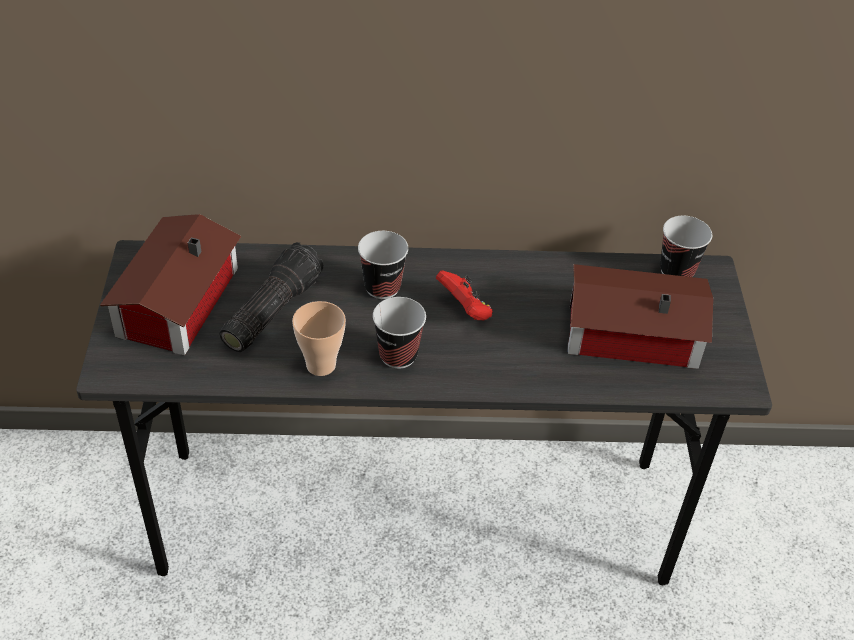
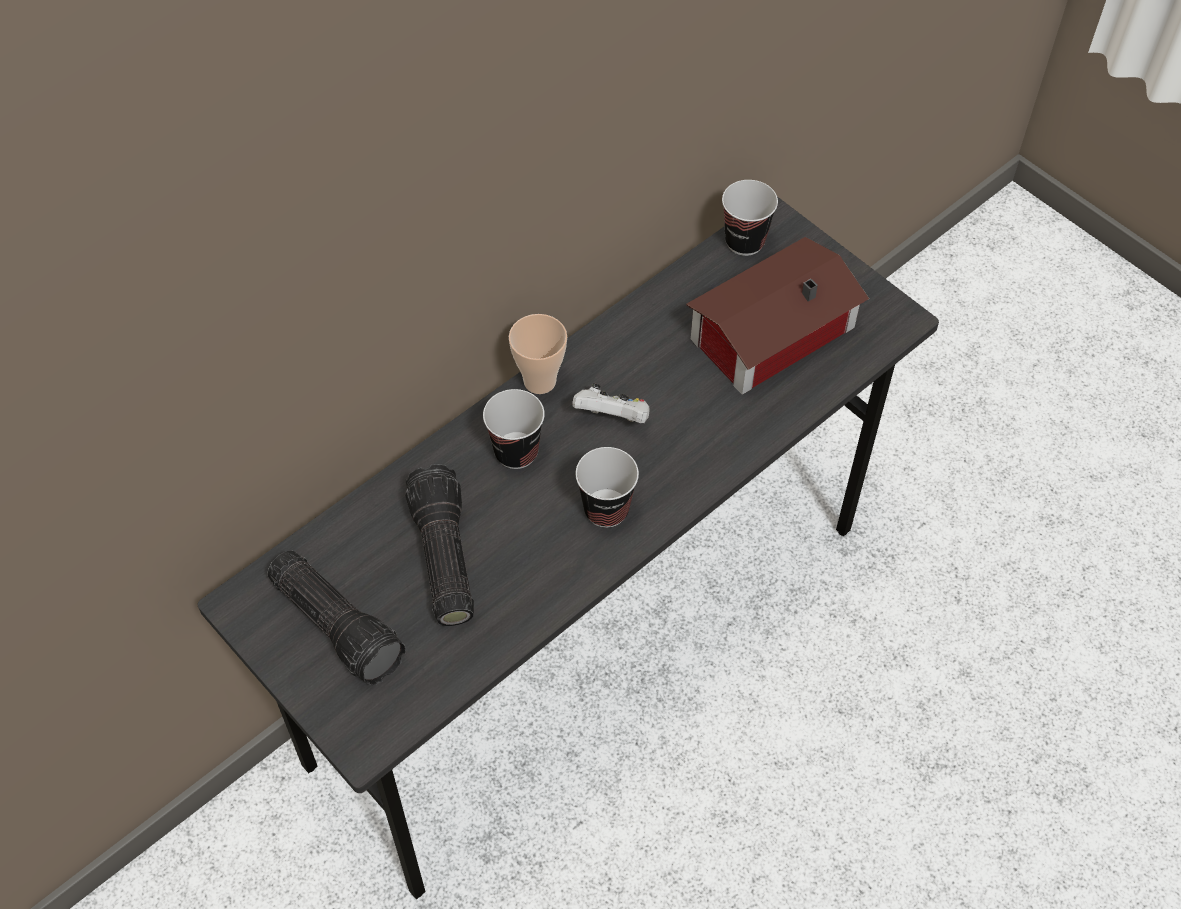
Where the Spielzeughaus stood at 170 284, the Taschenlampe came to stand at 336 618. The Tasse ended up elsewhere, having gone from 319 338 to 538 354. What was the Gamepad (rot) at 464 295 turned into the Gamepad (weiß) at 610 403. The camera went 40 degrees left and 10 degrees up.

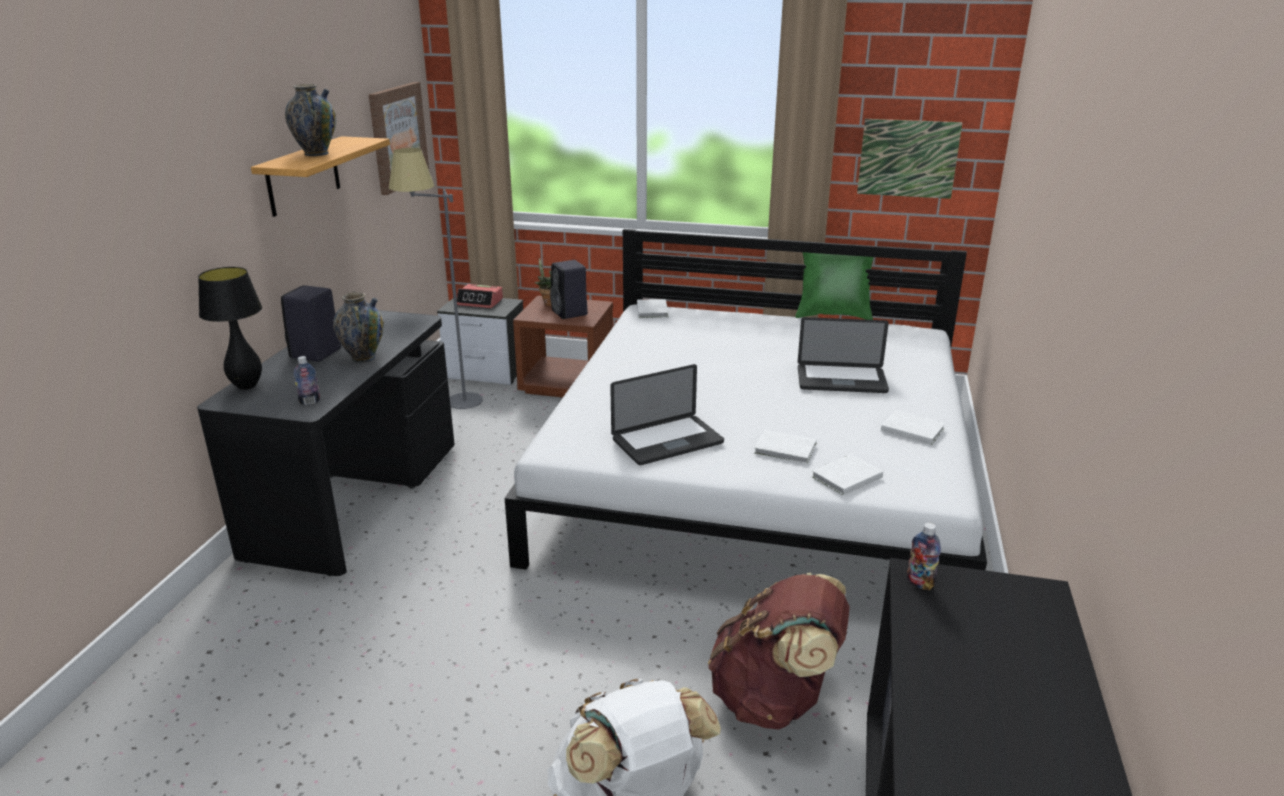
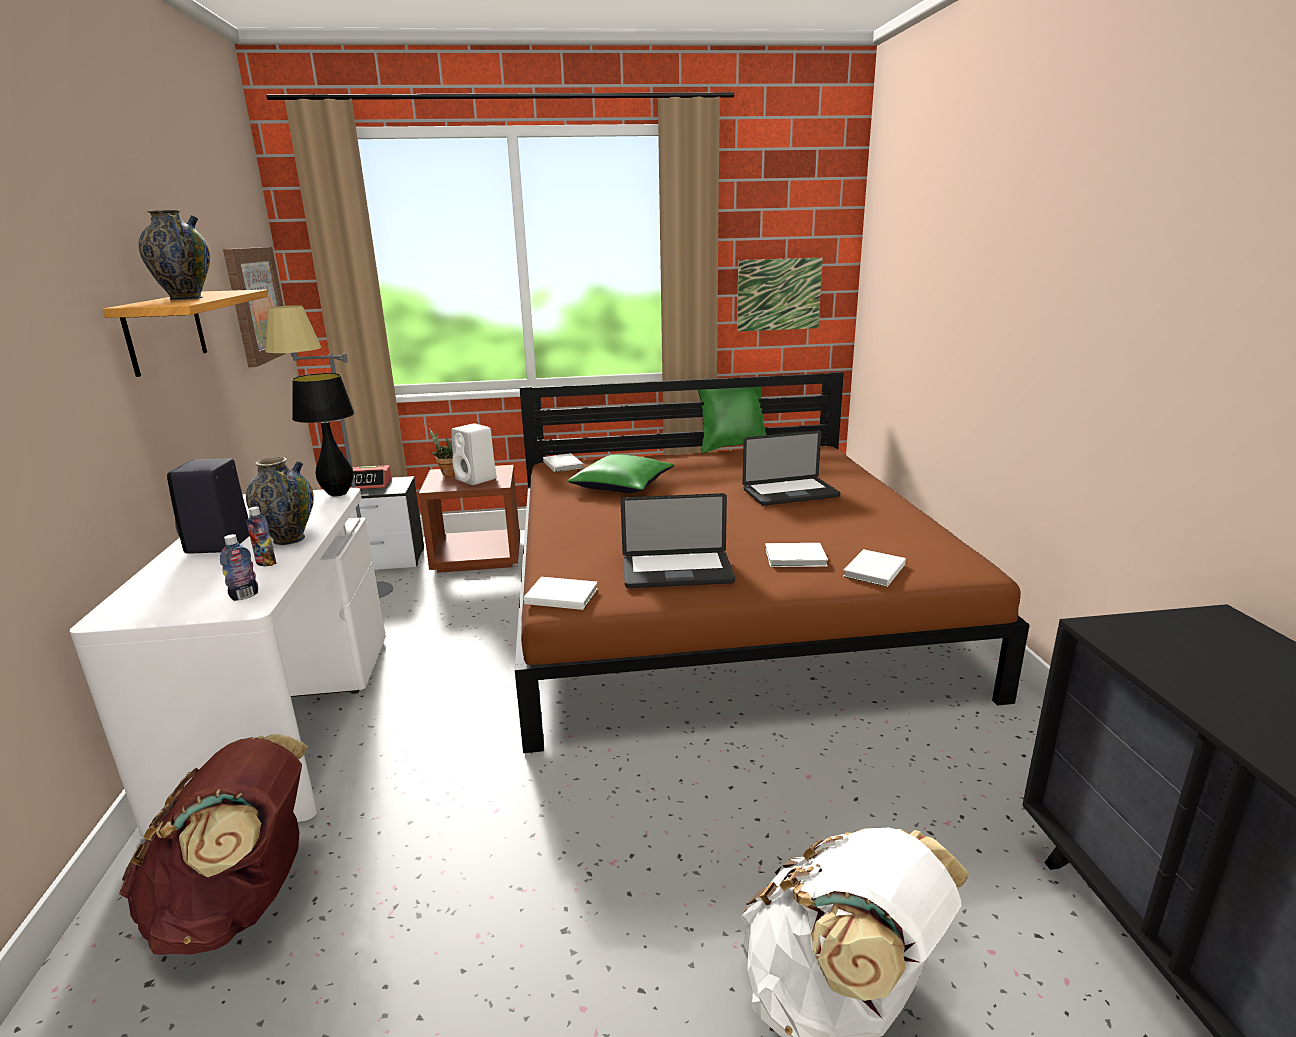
What was the Schreibtisch (schwarz) at 326 443 turned into the Schreibtisch (weiß) at 228 662. The Tischlampe (schwarz) ended up elsewhere, having gone from 230 328 to 323 435. What was the Bett (weiß) at 746 399 turned into the Bett (braun) at 772 562. What was the Lautsprecher (schwarz) at 569 289 turned into the Lautsprecher (weiß) at 473 454. The Laptop at 667 414 ended up facing another way, 45 degrees clockwise from before. The Rucksack (braun) ended up elsewhere, having gone from 779 651 to 213 844. The Buch (weiß) ended up elsewhere, having gone from 913 427 to 561 593. The Flasche ended up elsewhere, having gone from 924 556 to 261 536. The second view gained the Kissen (grün) at 621 473. The camera went 20 degrees left and 5 degrees down.

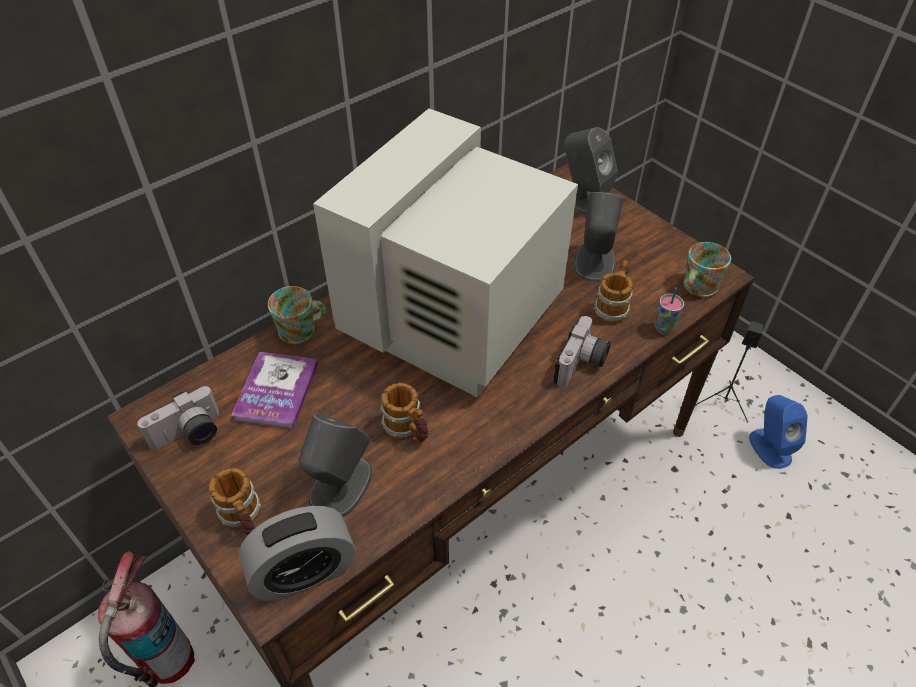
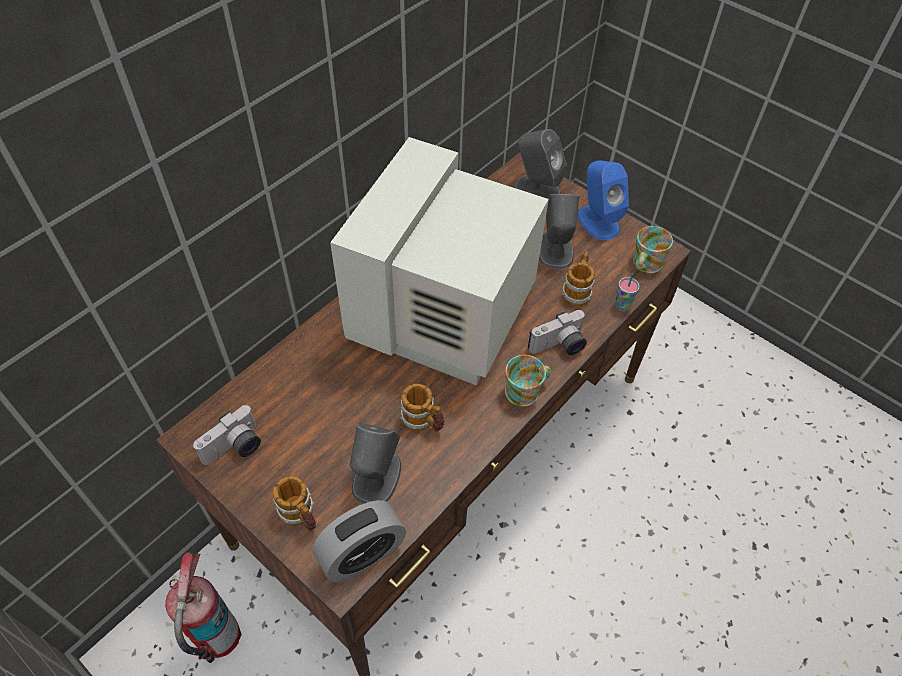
The second view lost the Buch at 274 391. The Henkelbecher ended up elsewhere, having gone from 297 315 to 528 381. The Kamera at 582 351 ended up facing another way, 45 degrees clockwise from before. The second view lost the Lautsprecher (schwarz) at 729 371. The Lautsprecher (blau) ended up elsewhere, having gone from 778 432 to 603 200. The camera went 10 degrees left and 5 degrees up.

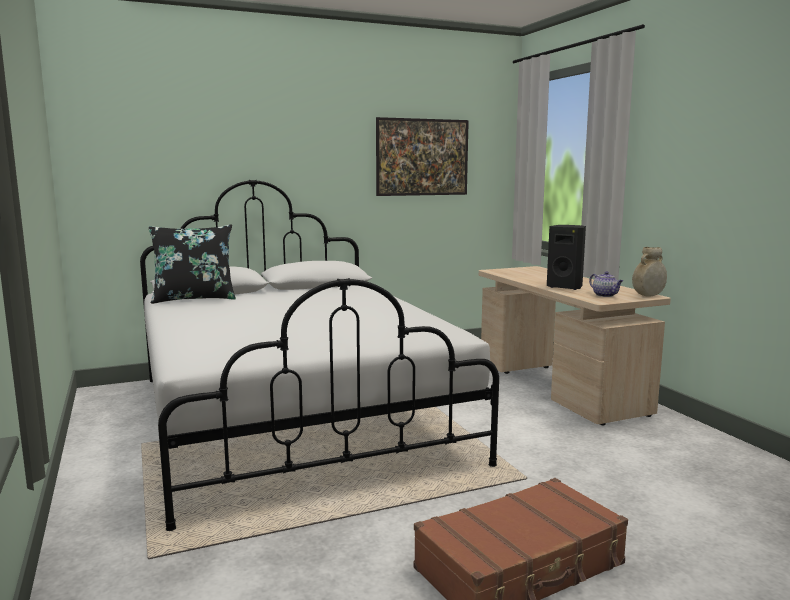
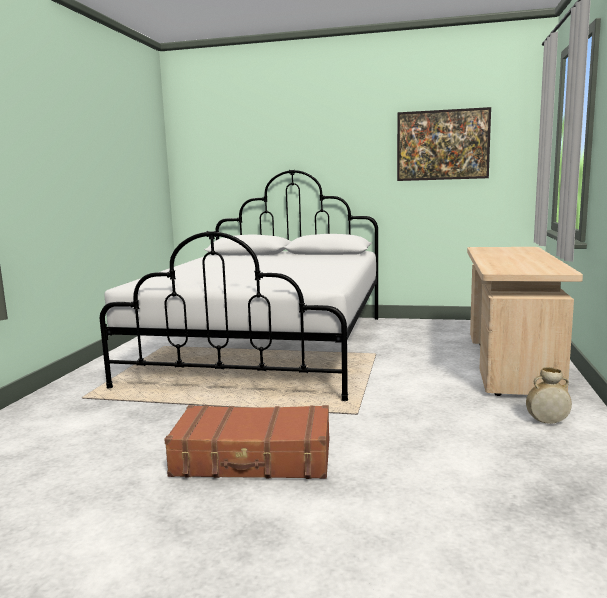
The second view lost the Kissen (schwarz) at 192 264. The second view lost the Lautsprecher (schwarz) at 566 257. The second view lost the Teekanne at 606 284. The Vase (beige) ended up elsewhere, having gone from 649 272 to 549 395. The camera went 35 degrees right and 0 degrees up.

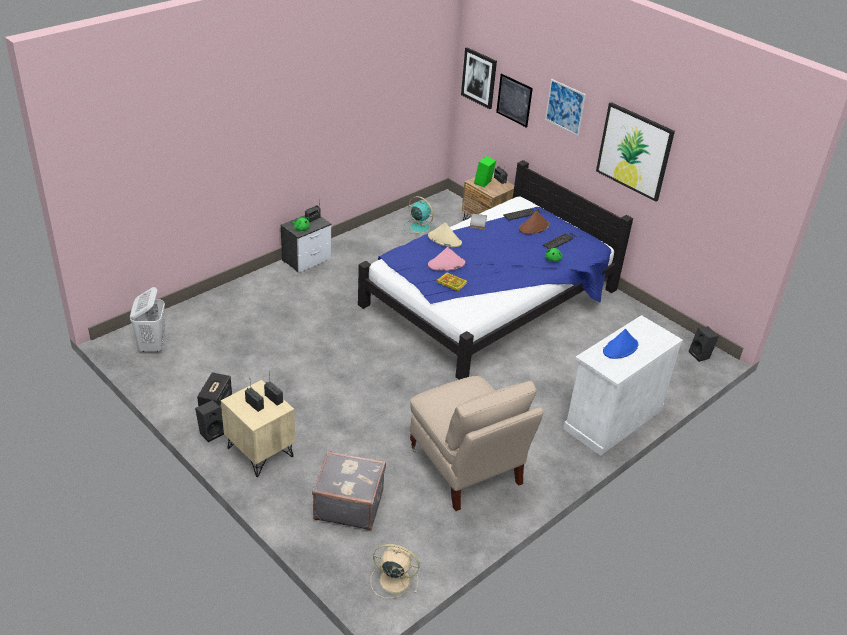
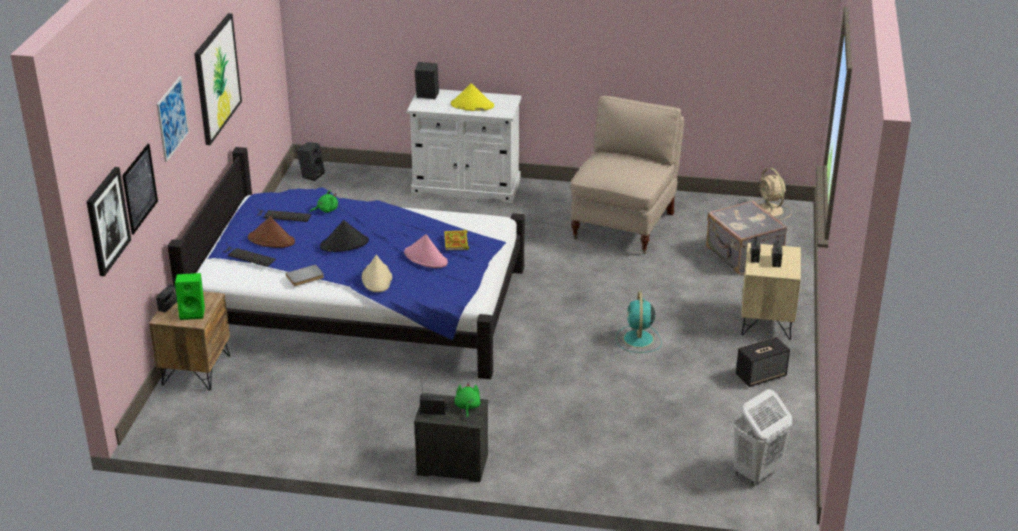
The Lautsprecher (schwarz) ended up elsewhere, having gone from 209 421 to 427 80. The Ventilator (türkis) ended up elsewhere, having gone from 419 215 to 639 322. What was the Hut (blau) at 620 344 turned into the Hut (gelb) at 472 97. The second view gained the Hut (schwarz) at 344 236. The camera went 125 degrees left and 5 degrees down.

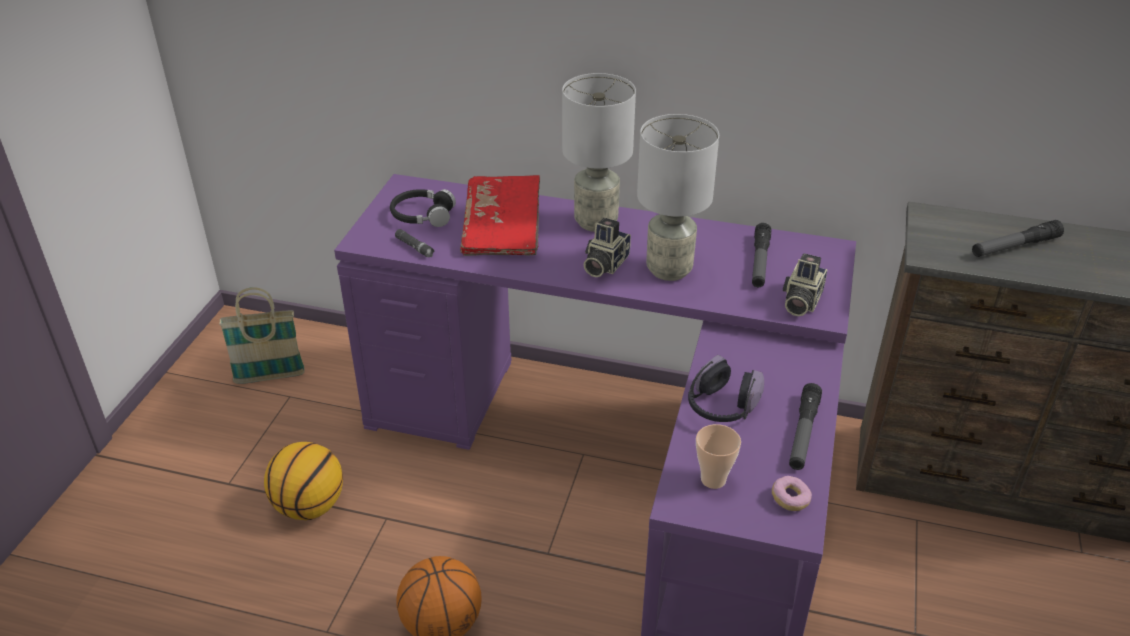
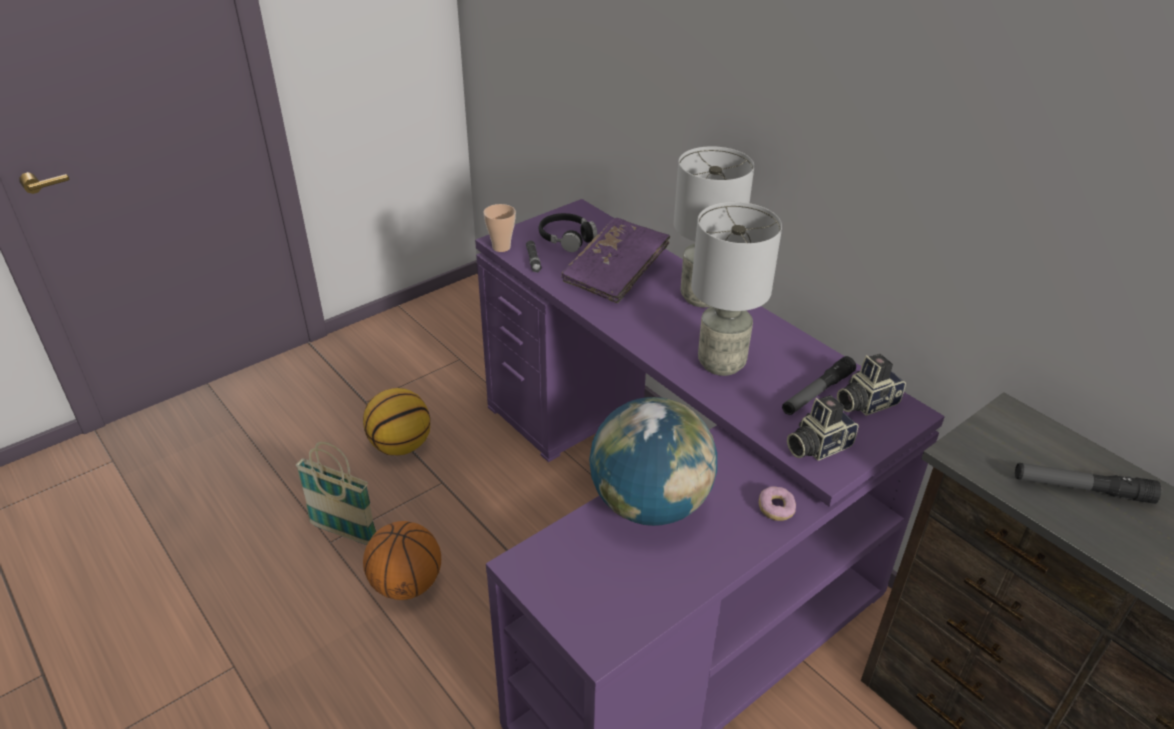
The Korb ended up elsewhere, having gone from 262 335 to 336 493. What was the Buch (rot) at 500 215 turned into the Buch (lila) at 615 260. The Kamera ended up elsewhere, having gone from 607 247 to 871 385. Where the Kopfhörer stood at 726 388, the Globus came to stand at 653 461. The Tasse ended up elsewhere, having gone from 718 456 to 499 228. The Donut ended up elsewhere, having gone from 792 493 to 777 503. The second view lost the Taschenlampe at 805 426. The camera went 35 degrees right and 0 degrees up.

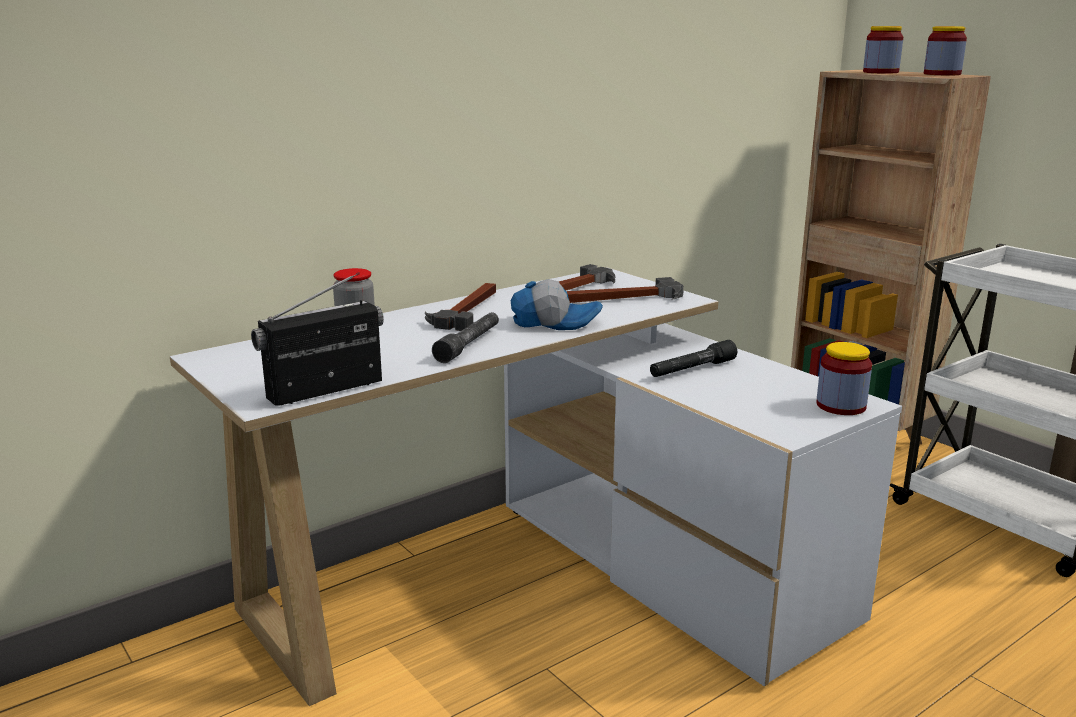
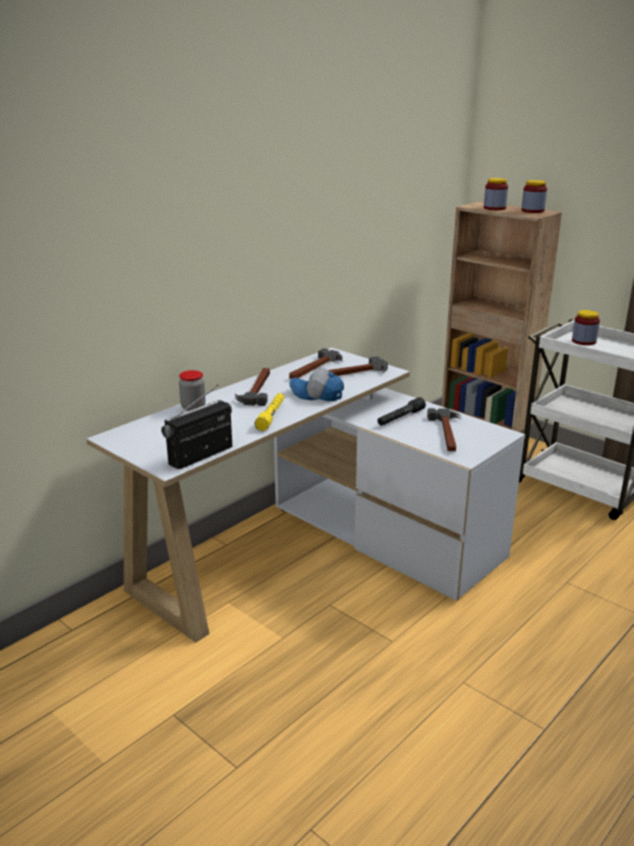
What was the Taschenlampe (grau) at 465 337 turned into the Taschenlampe (gelb) at 269 412. The Kappe at 557 304 ended up facing another way, 150 degrees counterclockwise from before. The Vorratsglas ended up elsewhere, having gone from 844 378 to 586 327. The second view gained the Hammer at 444 429. The camera went 10 degrees left and 5 degrees up.

